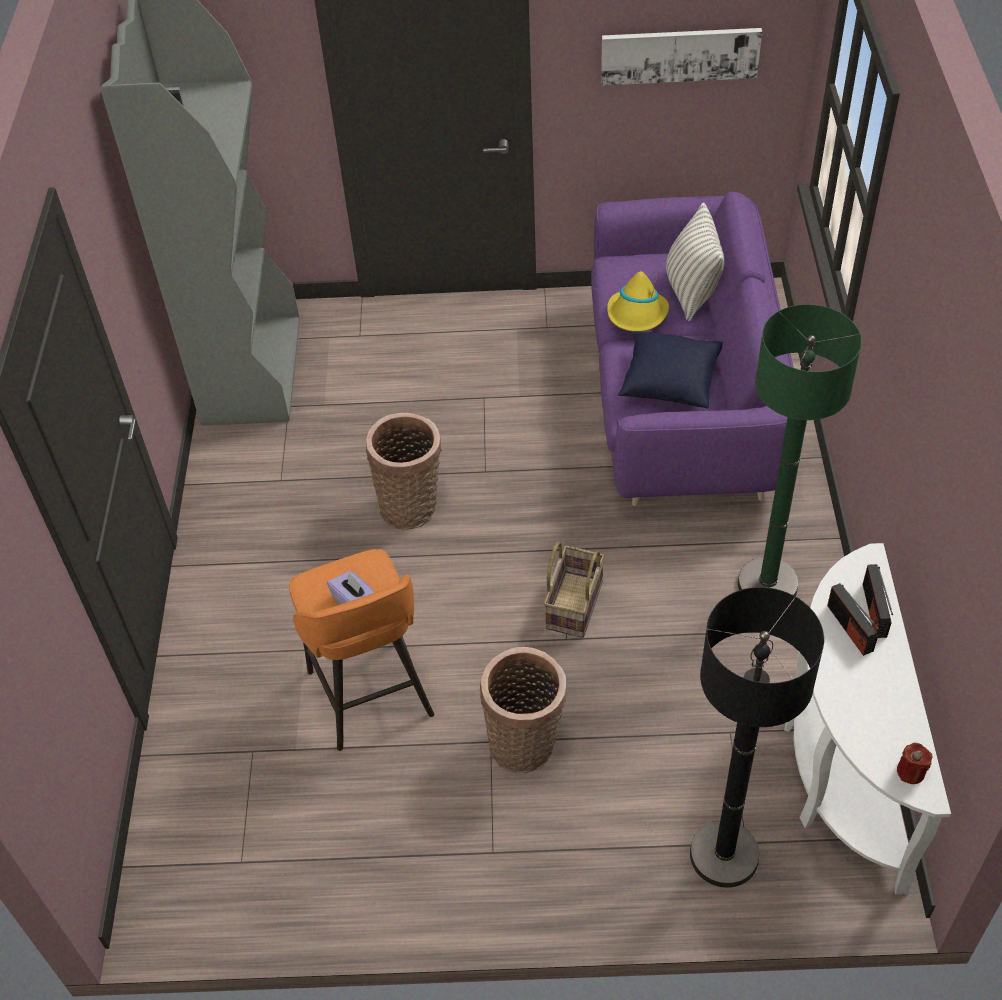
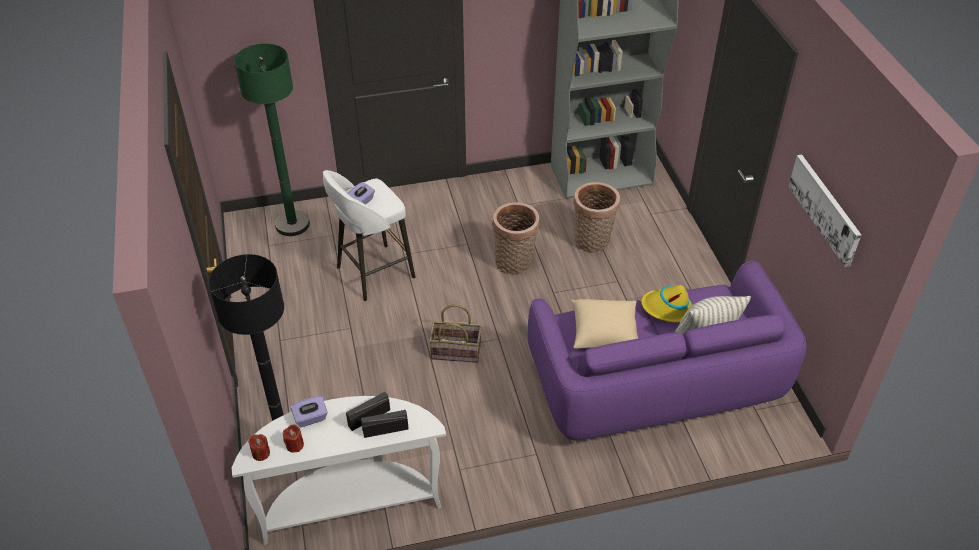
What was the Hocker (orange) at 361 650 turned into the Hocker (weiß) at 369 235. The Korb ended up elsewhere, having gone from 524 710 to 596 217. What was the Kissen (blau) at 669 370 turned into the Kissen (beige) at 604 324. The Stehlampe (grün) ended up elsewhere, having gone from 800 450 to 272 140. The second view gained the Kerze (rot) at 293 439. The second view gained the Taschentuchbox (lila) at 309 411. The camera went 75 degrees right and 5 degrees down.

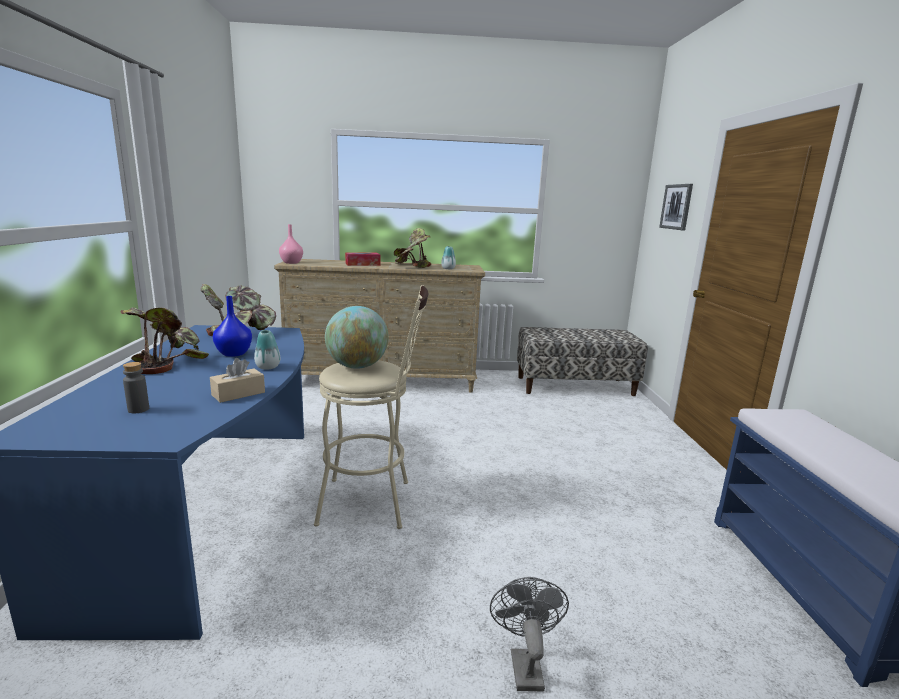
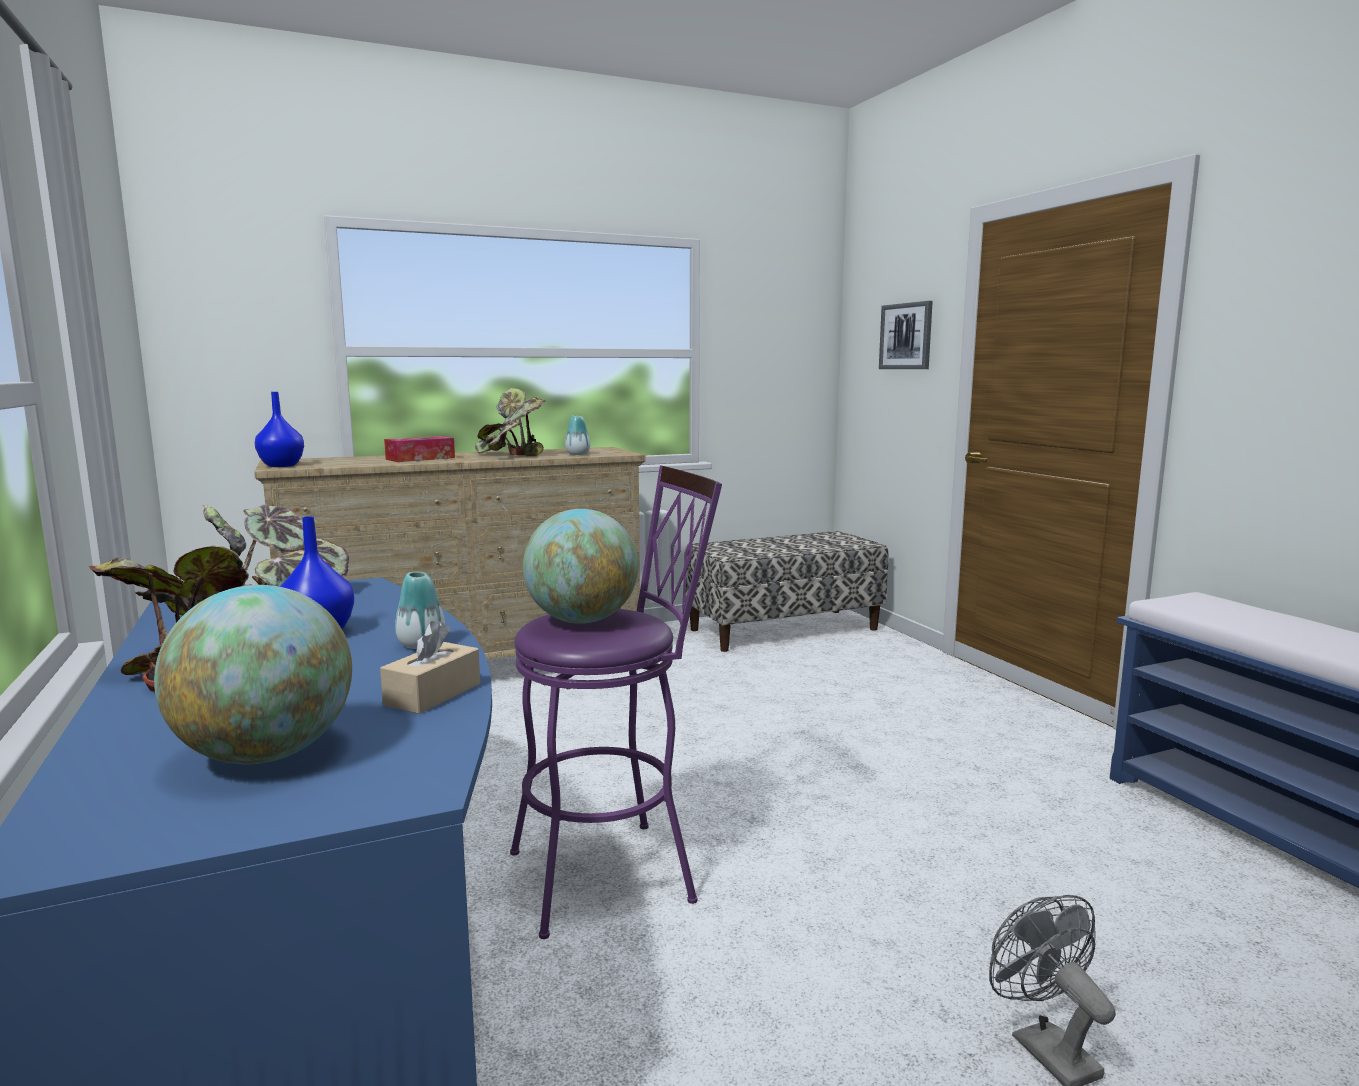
Where the Flasche (grau) stood at 136 387, the Globus came to stand at 253 674. What was the Vase (rosa) at 291 244 turned into the Vase (blau) at 279 429. What was the Hocker (beige) at 371 407 turned into the Hocker (lila) at 616 702. The camera went 20 degrees left and 5 degrees down.

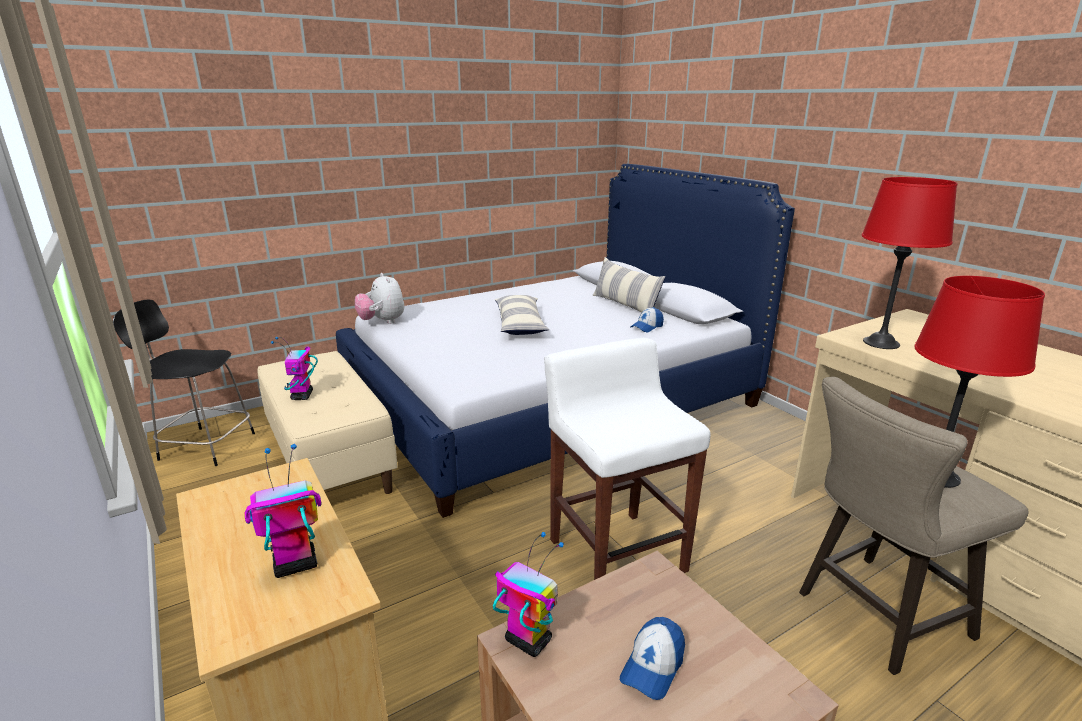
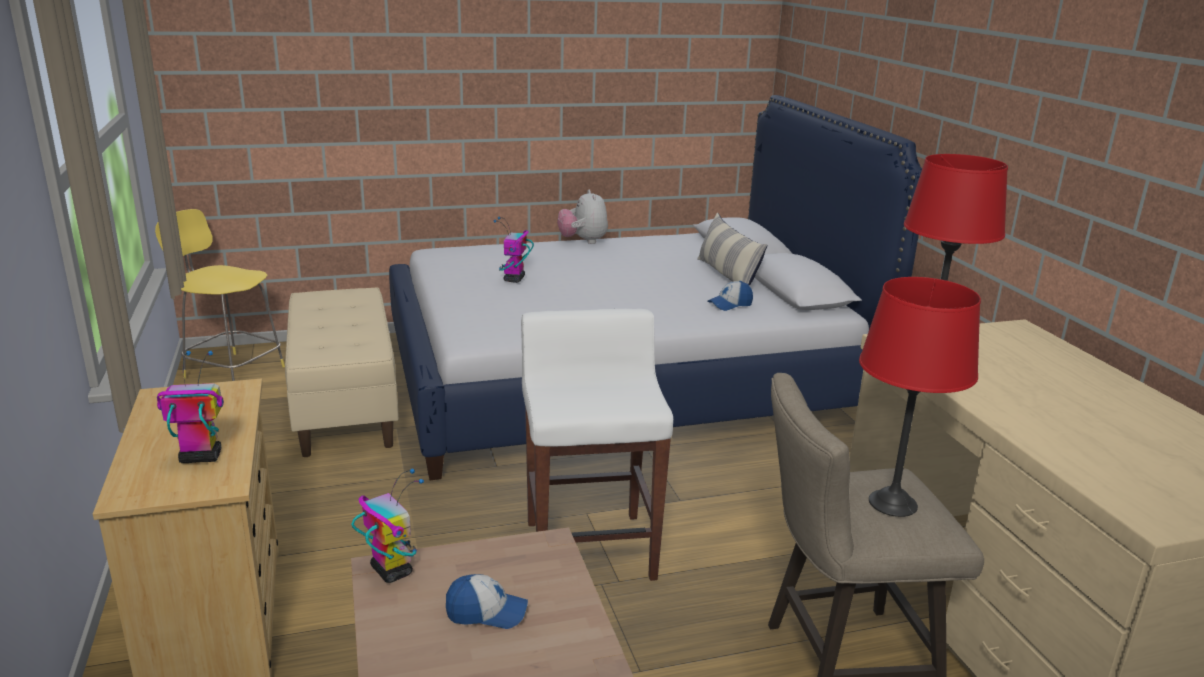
What was the Hocker (schwarz) at 184 382 turned into the Hocker (gelb) at 220 295. The Spielzeugroboter ended up elsewhere, having gone from 294 368 to 514 250. The Plüschtier ended up elsewhere, having gone from 379 298 to 582 216. The second view lost the Kissen at 522 315. The Kappe at 652 658 ended up facing another way, 135 degrees counterclockwise from before. The camera went 15 degrees right and 0 degrees up.

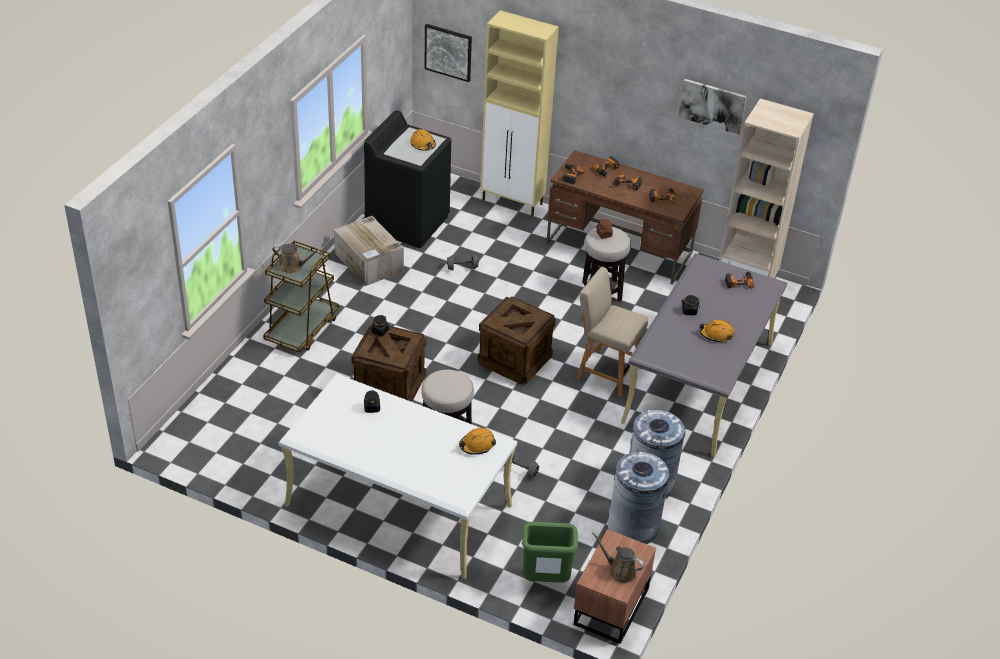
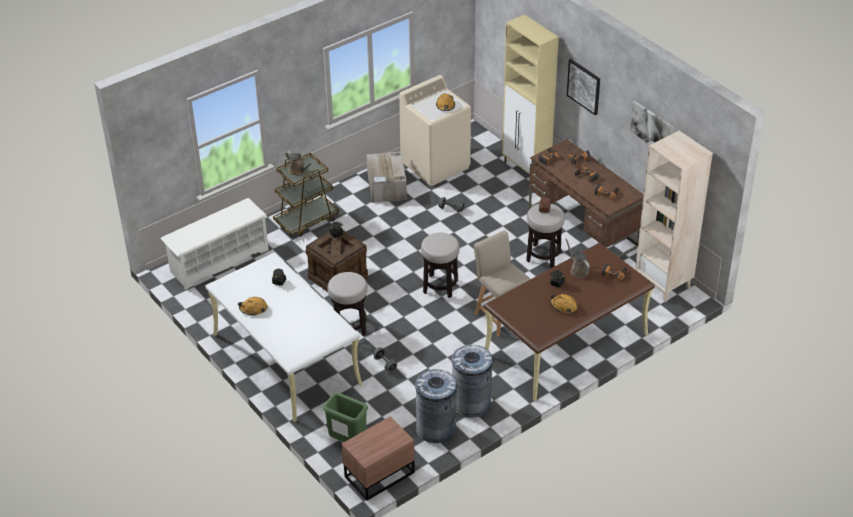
What was the Waschmaschine (schwarz) at 407 179 turned into the Waschmaschine (beige) at 435 130. The Bild ended up elsewhere, having gone from 448 53 to 583 87. The Schutzhelm (orange) ended up elsewhere, having gone from 477 441 to 253 306. Where the Kiste stood at 517 340, the Hocker came to stand at 440 265. The Gießkanne (braun) ended up elsewhere, having gone from 618 557 to 577 258. What was the Schreibtisch (grau) at 704 355 turned into the Schreibtisch (braun) at 569 322. The second view gained the Schuhregal (weiß) at 214 244. The camera went 30 degrees right and 0 degrees up.

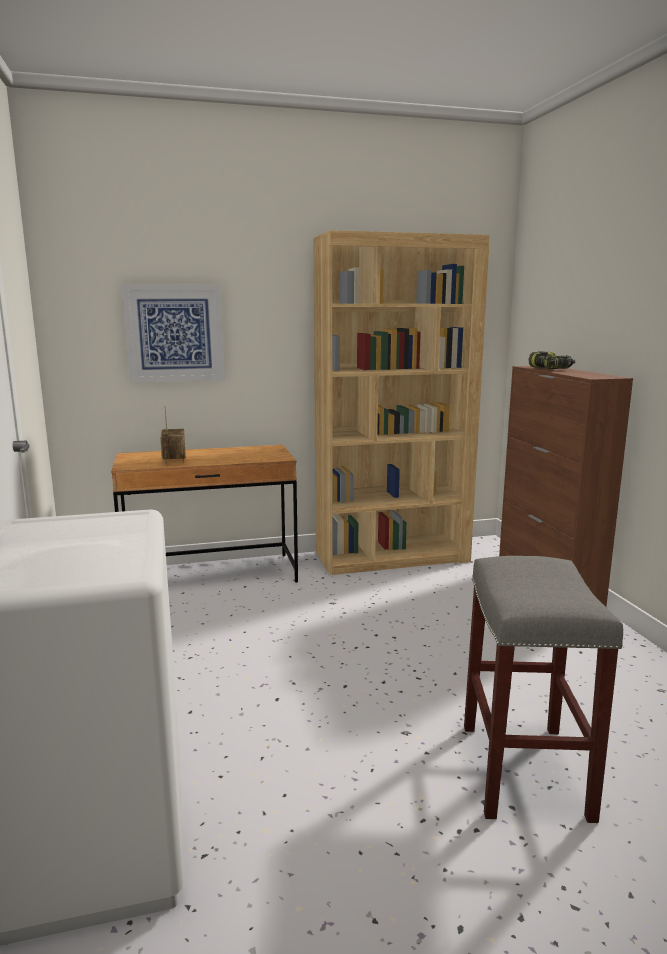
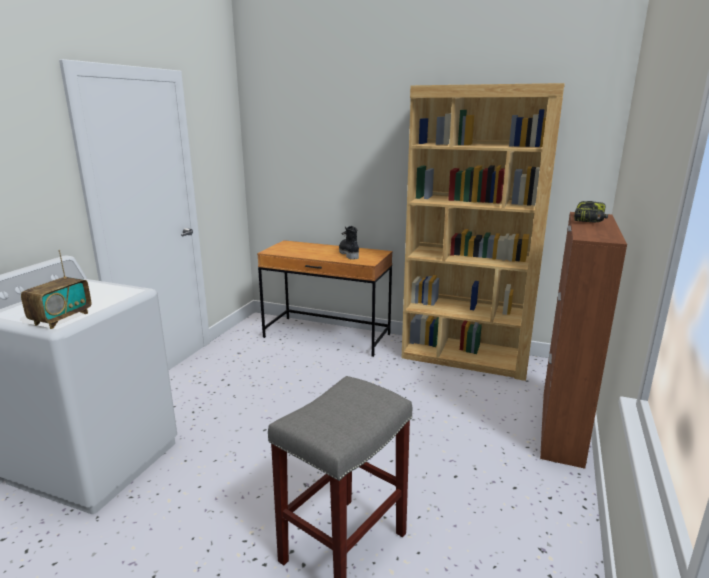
The second view lost the Bild at 173 333. The Radio ended up elsewhere, having gone from 173 435 to 56 289. The second view gained the Stiefel (schwarz) at 349 243. The camera went 35 degrees right and 5 degrees up.

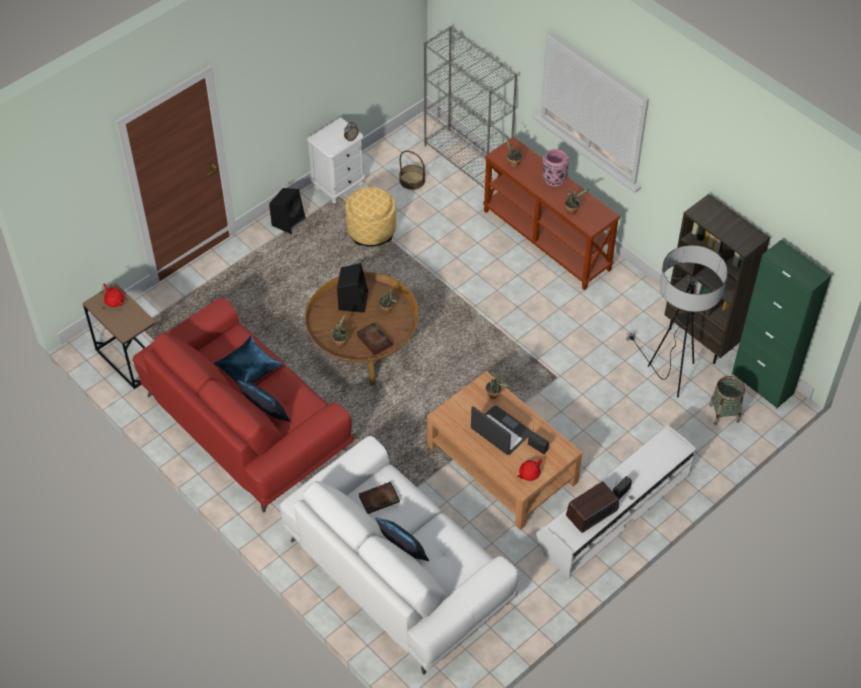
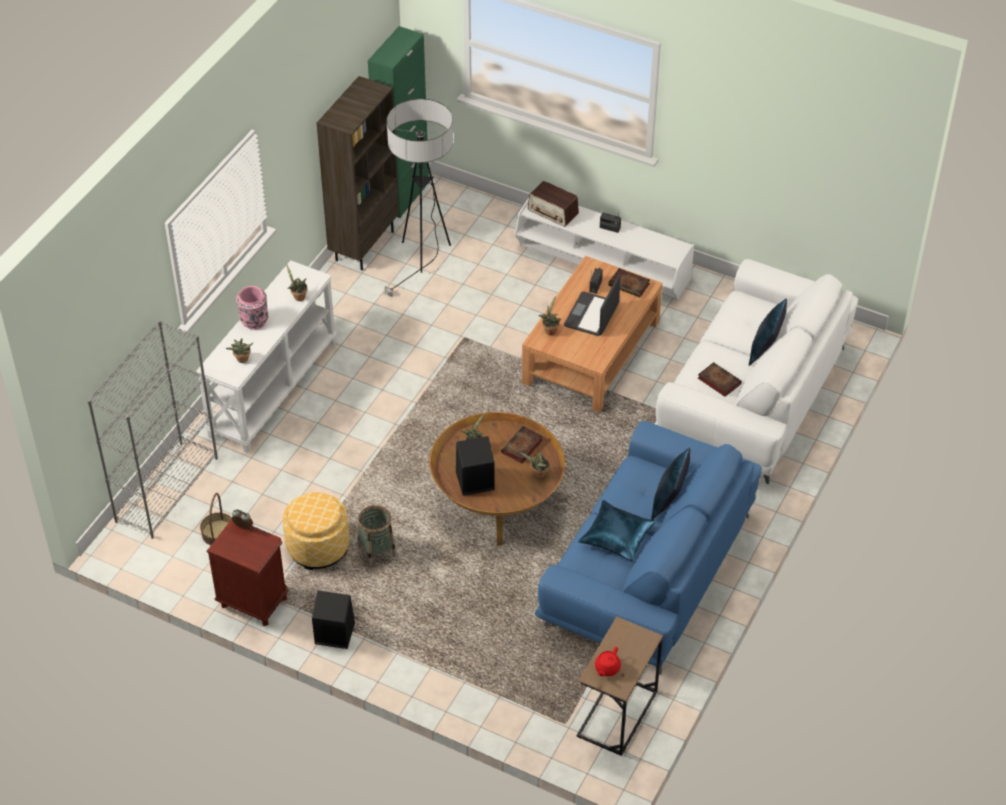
What was the Sofa (rot) at 243 405 turned into the Sofa (blau) at 648 548. What was the Nachttisch (weiß) at 336 160 turned into the Nachttisch (braun) at 247 573. What was the Konsolentisch (braun) at 551 213 turned into the Konsolentisch (weiß) at 266 356. Where the Teekanne (rot) stood at 529 470, the Buch came to stand at 629 282. The Radio ended up elsewhere, having gone from 592 507 to 553 204. The Korb ended up elsewhere, having gone from 727 400 to 377 535. The camera went 110 degrees left and 5 degrees down.

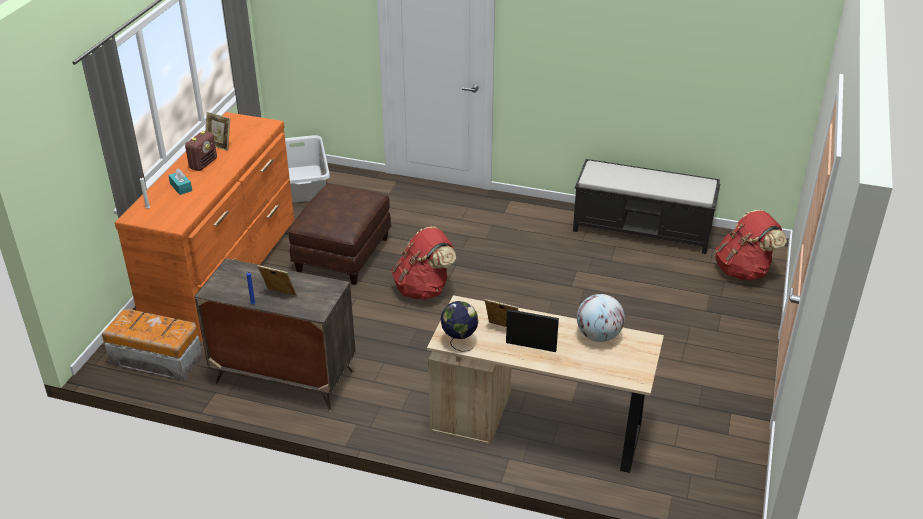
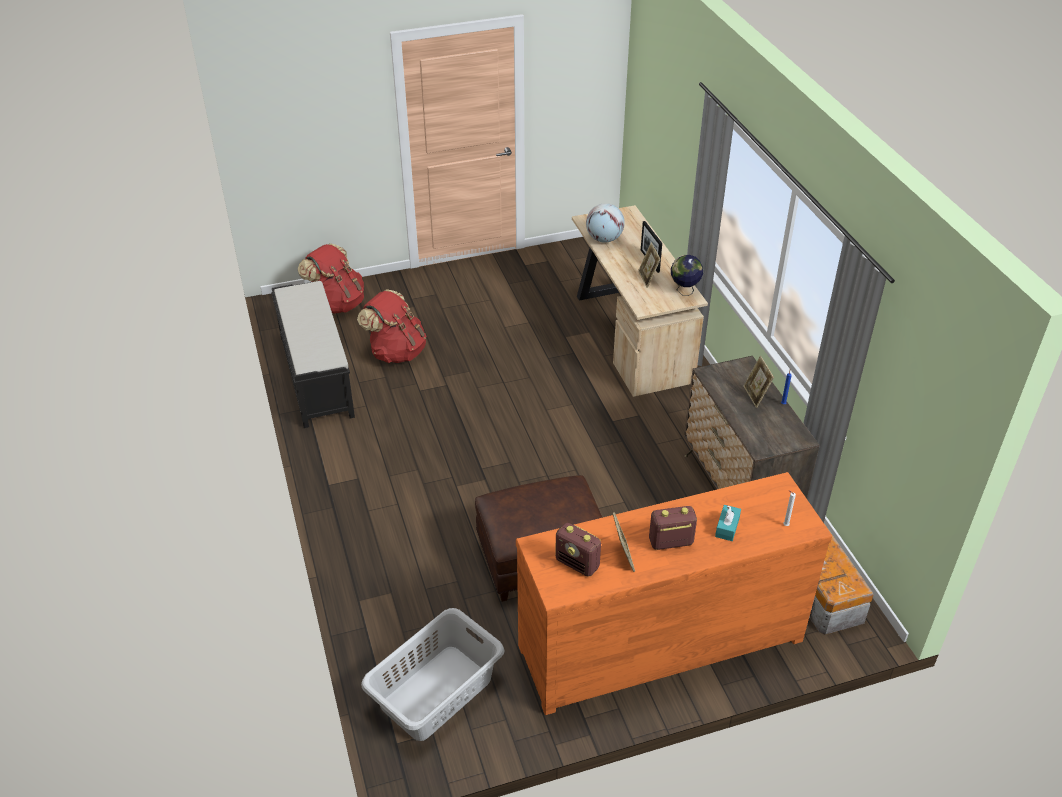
The Rucksack (rot) ended up elsewhere, having gone from 423 263 to 391 326. The second view gained the Radio at 578 550. The camera went 125 degrees left and 5 degrees up.

